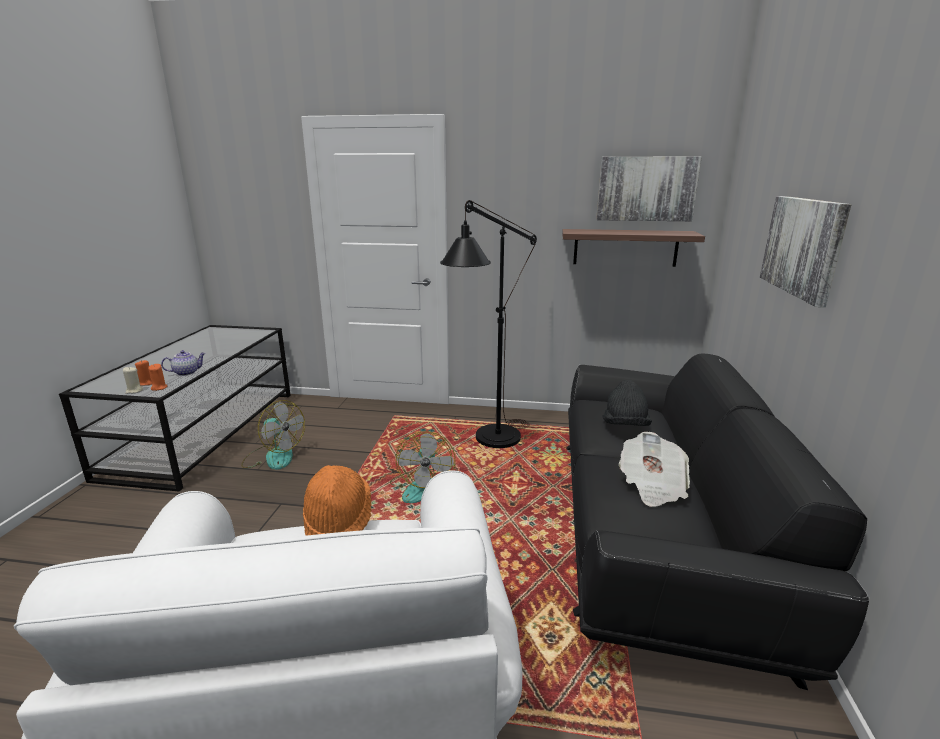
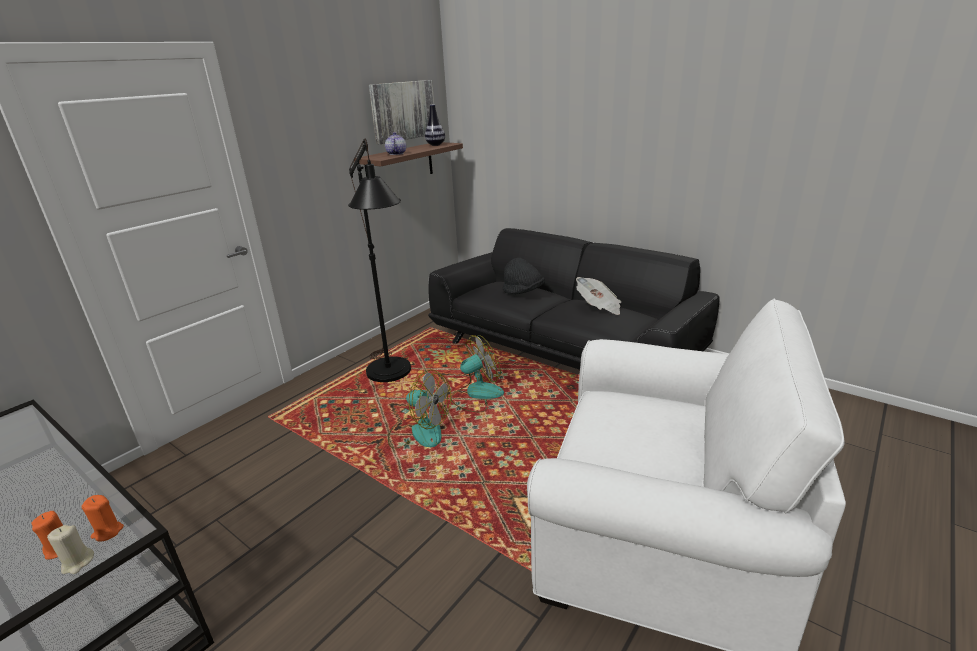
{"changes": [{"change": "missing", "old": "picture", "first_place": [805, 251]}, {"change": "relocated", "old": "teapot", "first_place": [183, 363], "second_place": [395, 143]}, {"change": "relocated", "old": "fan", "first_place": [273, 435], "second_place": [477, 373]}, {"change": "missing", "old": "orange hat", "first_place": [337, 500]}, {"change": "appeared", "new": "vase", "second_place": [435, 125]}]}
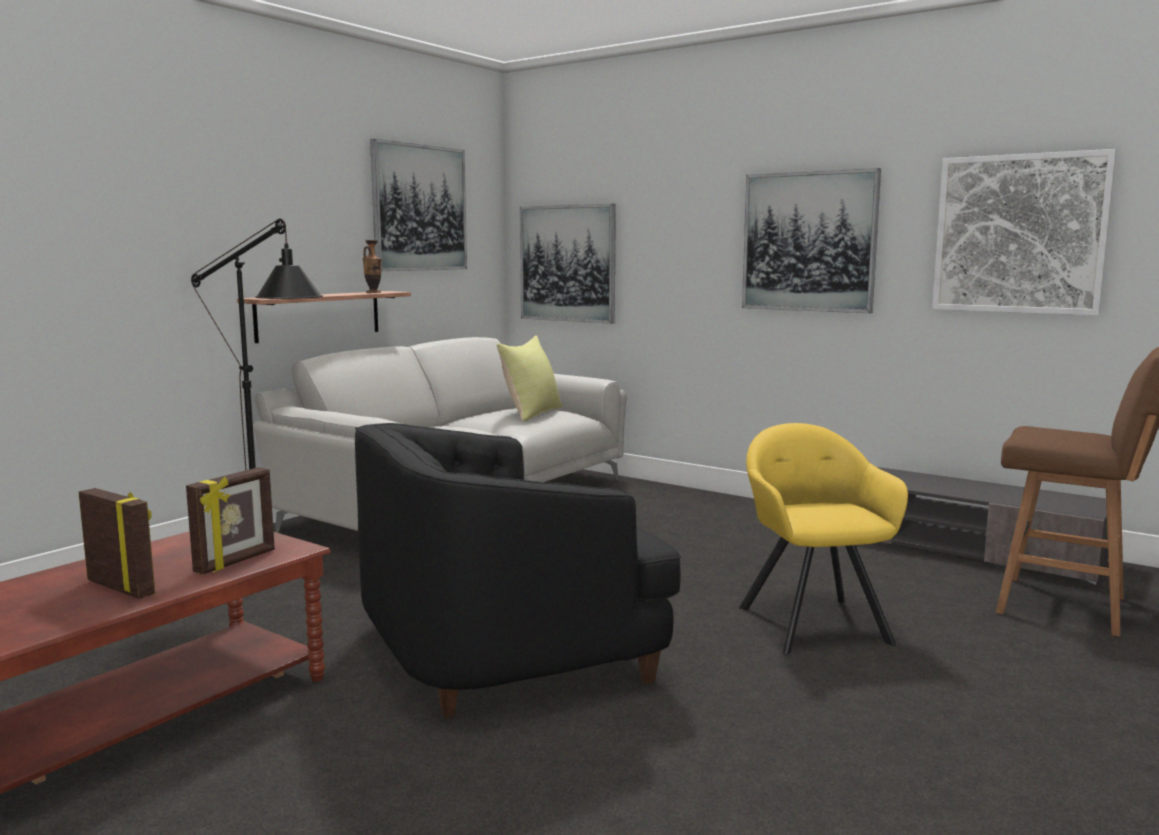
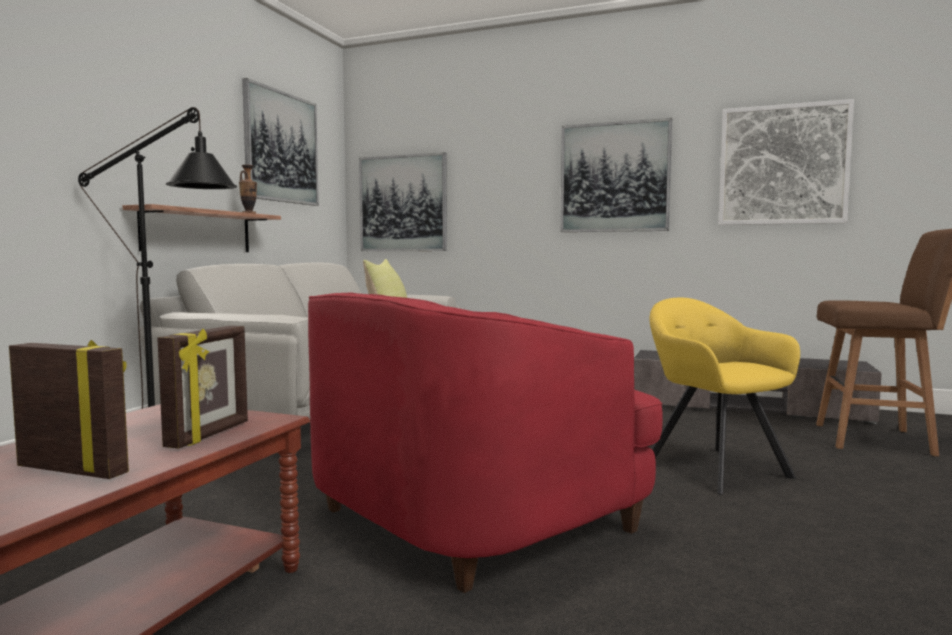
{"changes": [{"change": "colour", "old": "black armchair", "new": "red armchair", "first_place": [518, 571], "second_place": [485, 442]}]}
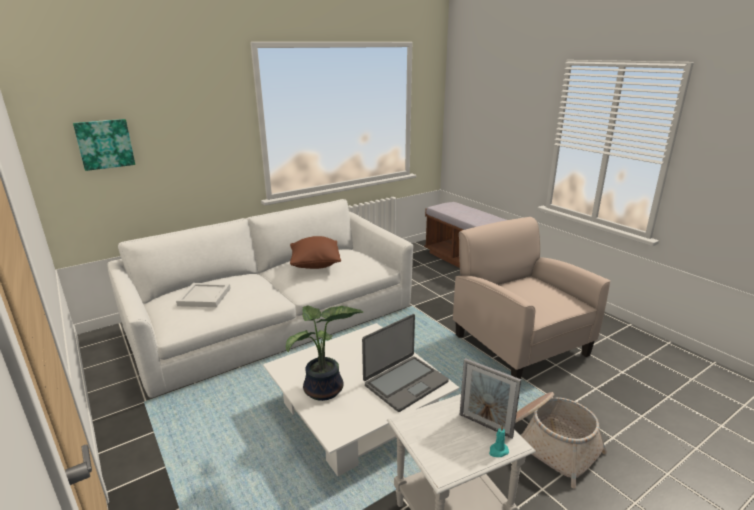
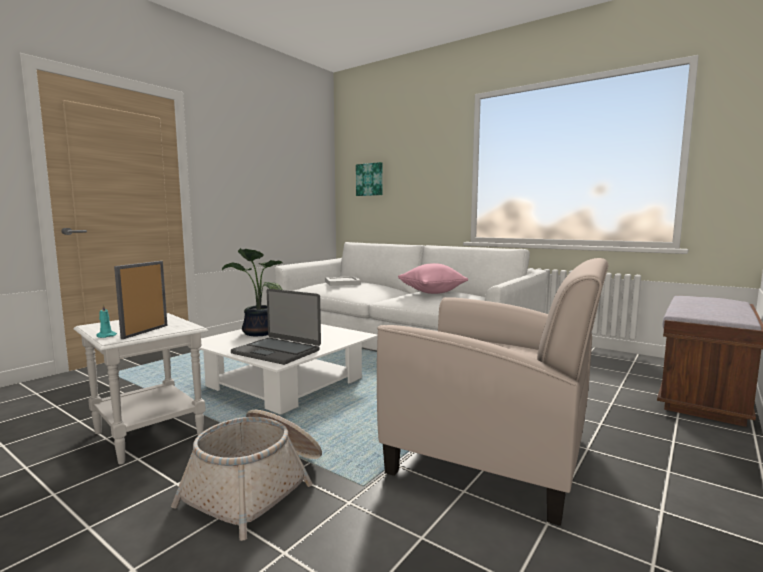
{"changes": [{"change": "spun", "old": "beige armchair", "first_place": [532, 298], "second_place": [492, 392], "degrees": 75}, {"change": "colour", "old": "brown pillow", "new": "pink pillow", "first_place": [315, 252], "second_place": [433, 278]}]}
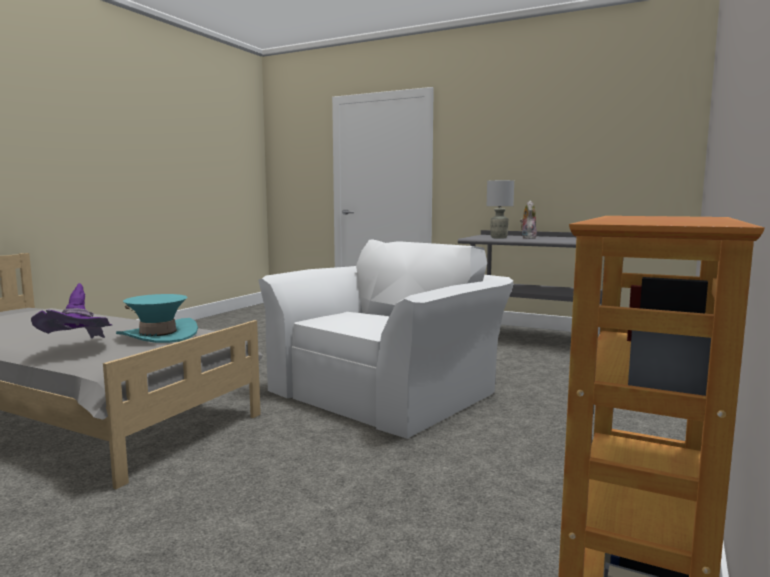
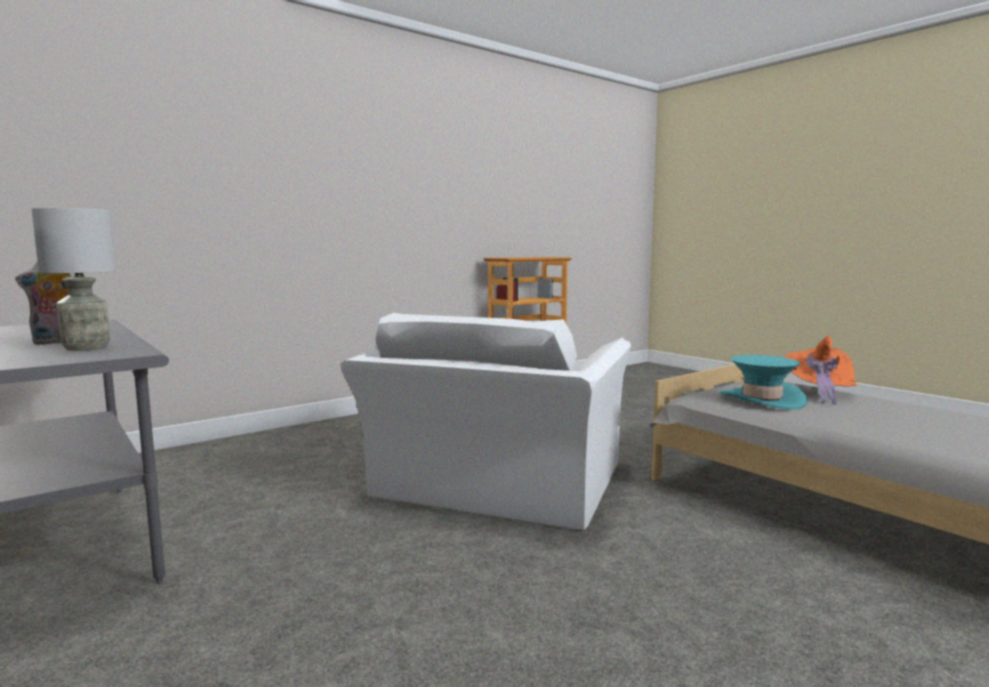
{"changes": [{"change": "spun", "old": "white armchair", "first_place": [385, 339], "second_place": [485, 421], "degrees": -45}, {"change": "colour", "old": "purple hat", "new": "orange hat", "first_place": [71, 310], "second_place": [821, 370]}]}
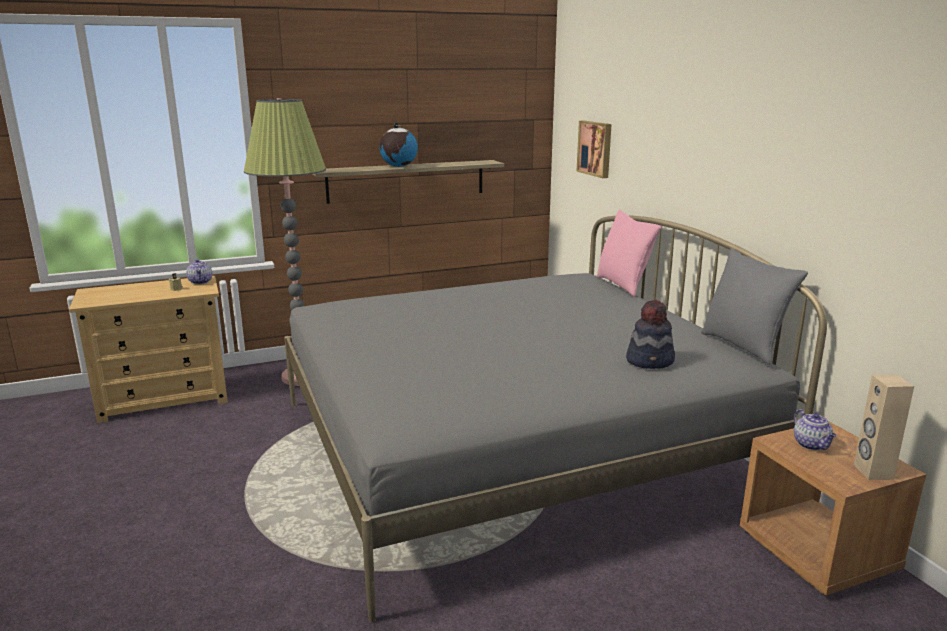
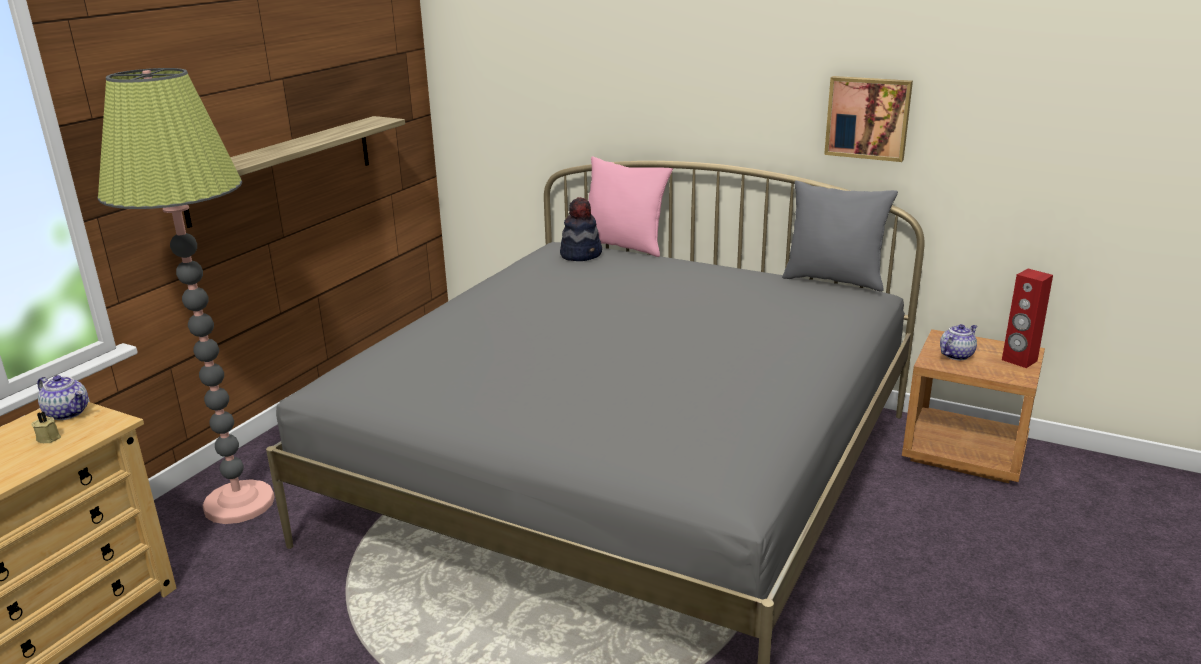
{"changes": [{"change": "relocated", "old": "picture", "first_place": [594, 149], "second_place": [868, 119]}, {"change": "missing", "old": "globe", "first_place": [398, 144]}, {"change": "relocated", "old": "hat", "first_place": [650, 334], "second_place": [581, 229]}, {"change": "colour", "old": "beige speaker", "new": "red speaker", "first_place": [884, 427], "second_place": [1027, 318]}, {"change": "spun", "old": "teapot", "first_place": [815, 429], "second_place": [958, 342], "degrees": -75}]}
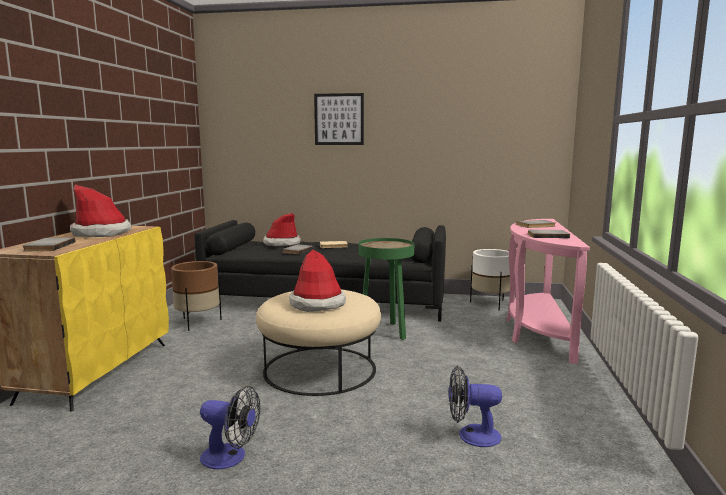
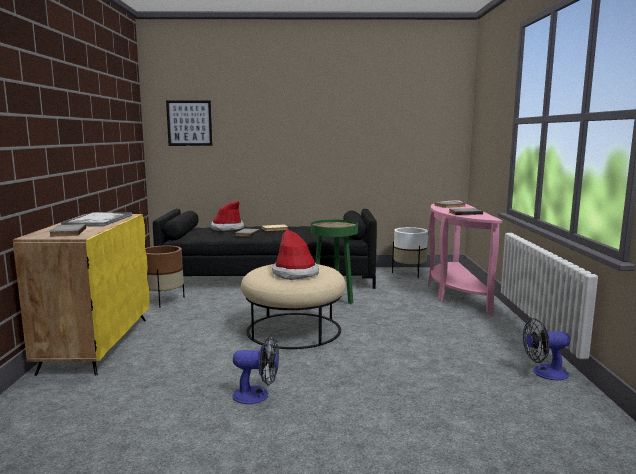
{"changes": [{"change": "relocated", "old": "picture", "first_place": [339, 119], "second_place": [189, 123]}, {"change": "exchanged", "old": "hat", "new": "tray", "first_place": [101, 211], "second_place": [96, 219]}, {"change": "relocated", "old": "fan", "first_place": [475, 406], "second_place": [546, 349]}]}
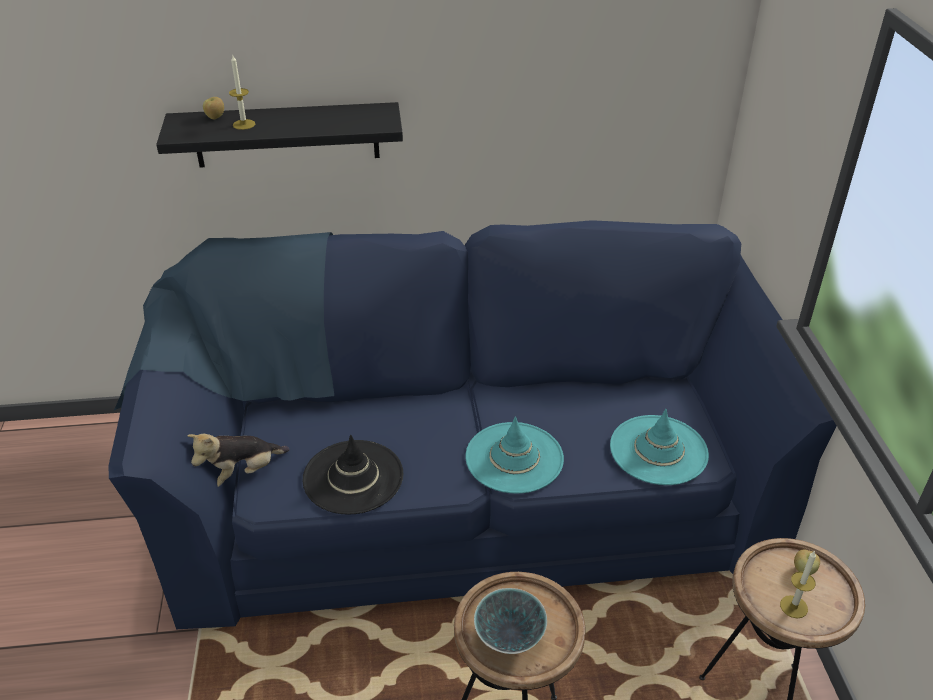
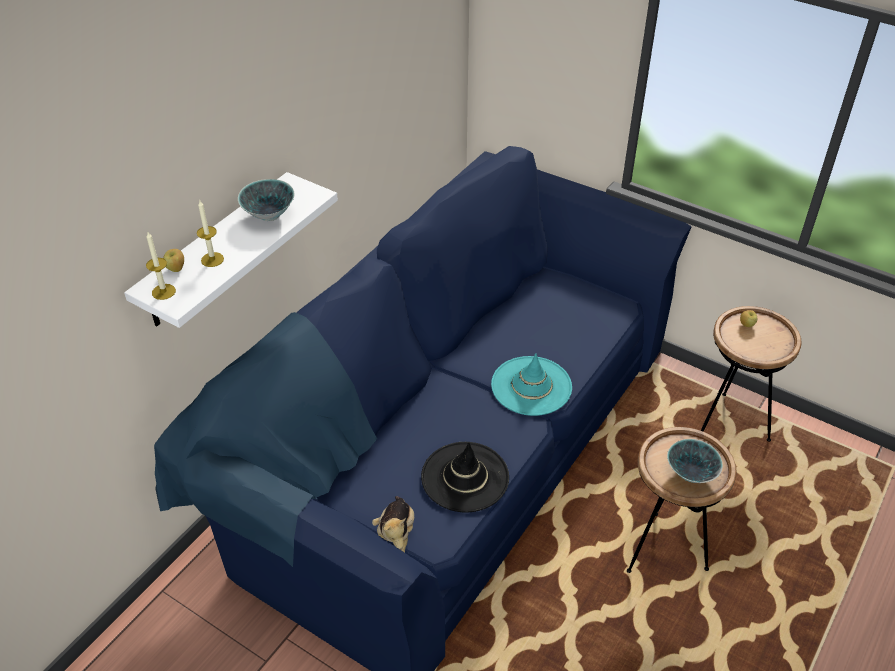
{"changes": [{"change": "colour", "old": "black shelf", "new": "white shelf", "first_place": [279, 135], "second_place": [231, 250]}, {"change": "missing", "old": "turquoise hat", "first_place": [659, 447]}, {"change": "relocated", "old": "candle", "first_place": [798, 584], "second_place": [161, 266]}, {"change": "appeared", "new": "bowl", "second_place": [266, 200]}]}
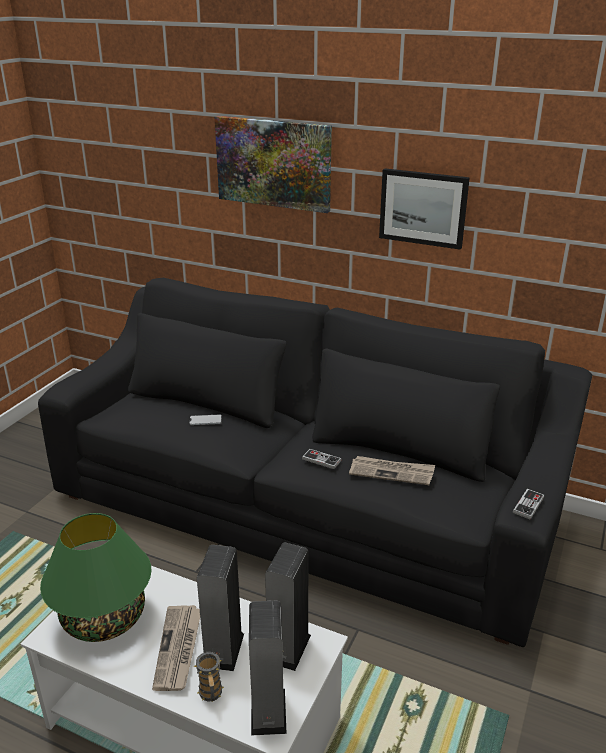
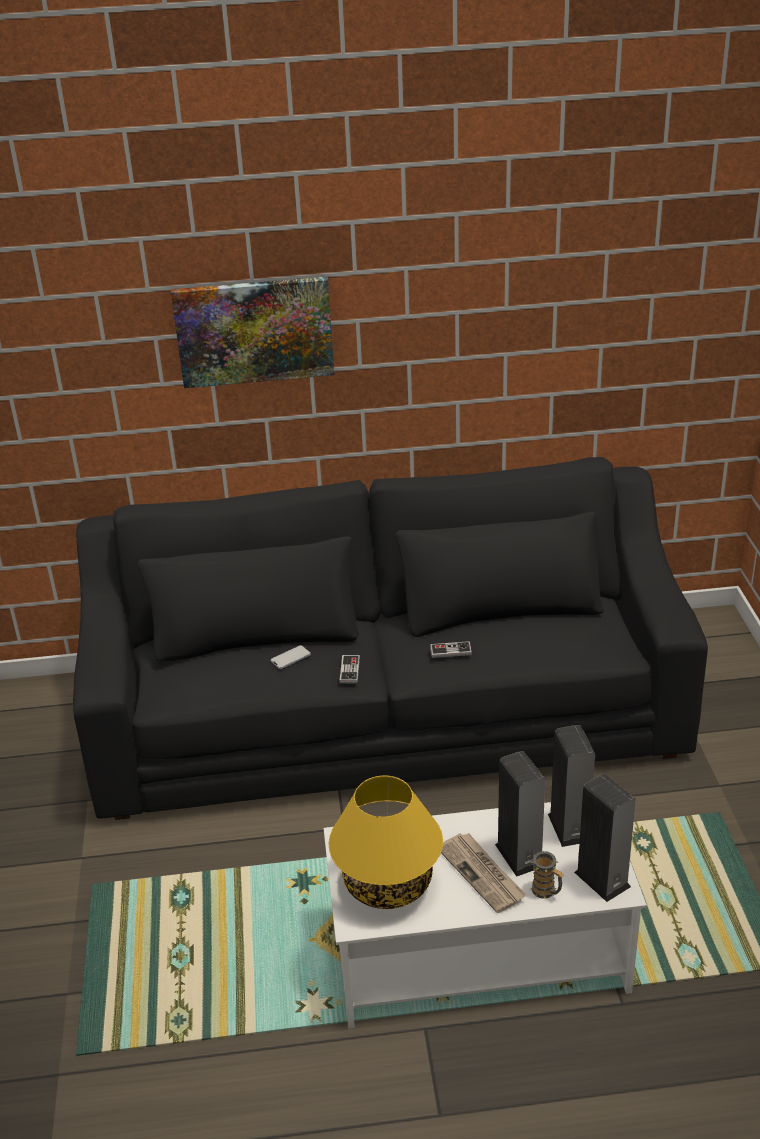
{"changes": [{"change": "missing", "old": "picture", "first_place": [424, 209]}, {"change": "missing", "old": "newspaper", "first_place": [392, 470]}, {"change": "relocated", "old": "game controller", "first_place": [529, 504], "second_place": [349, 669]}, {"change": "colour", "old": "green table lamp", "new": "yellow table lamp", "first_place": [96, 577], "second_place": [386, 842]}]}
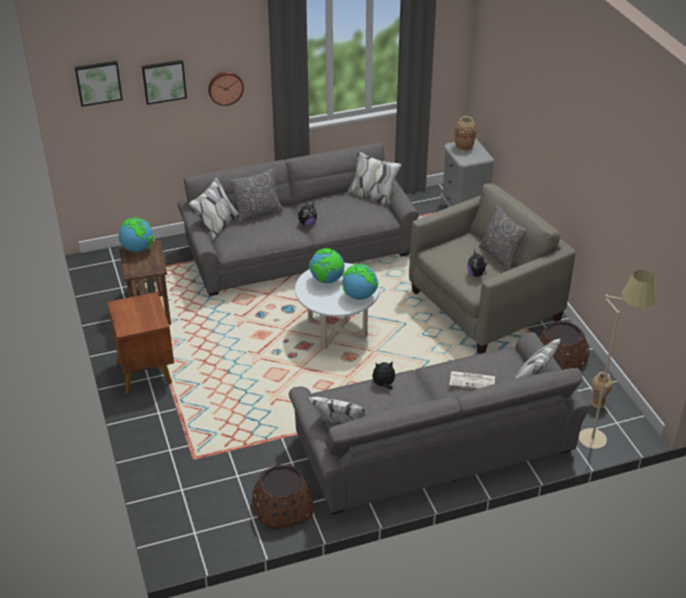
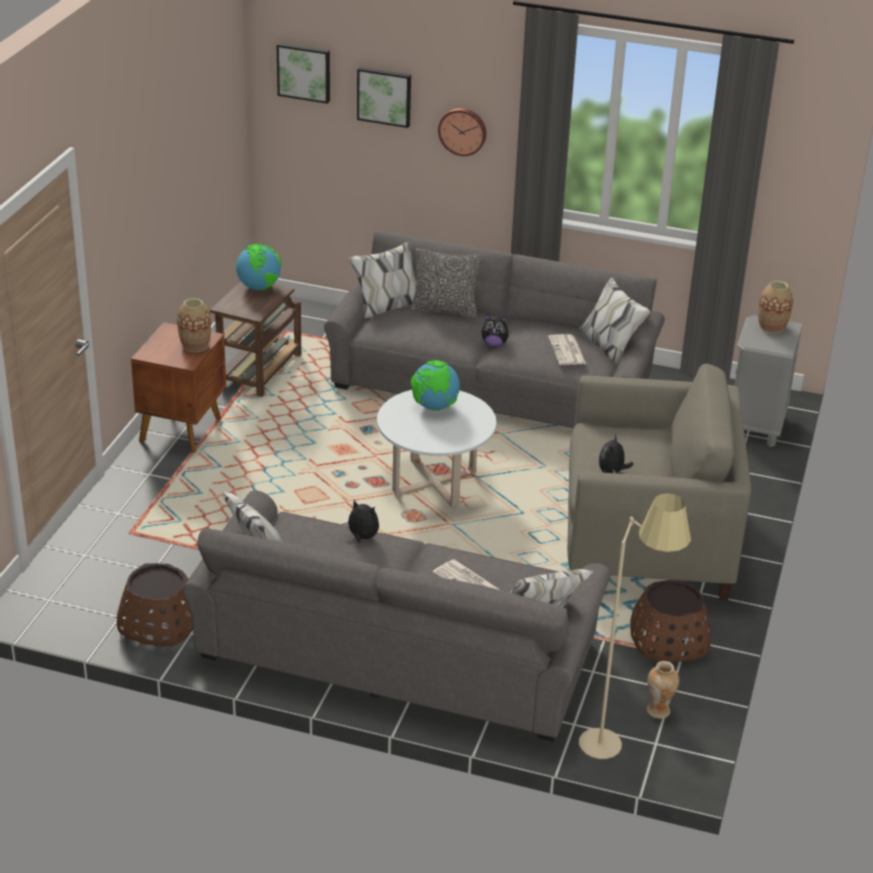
{"changes": [{"change": "missing", "old": "pillow", "first_place": [503, 238]}, {"change": "missing", "old": "globe", "first_place": [360, 282]}, {"change": "appeared", "new": "vase", "second_place": [194, 325]}, {"change": "appeared", "new": "newspaper", "second_place": [567, 349]}]}
